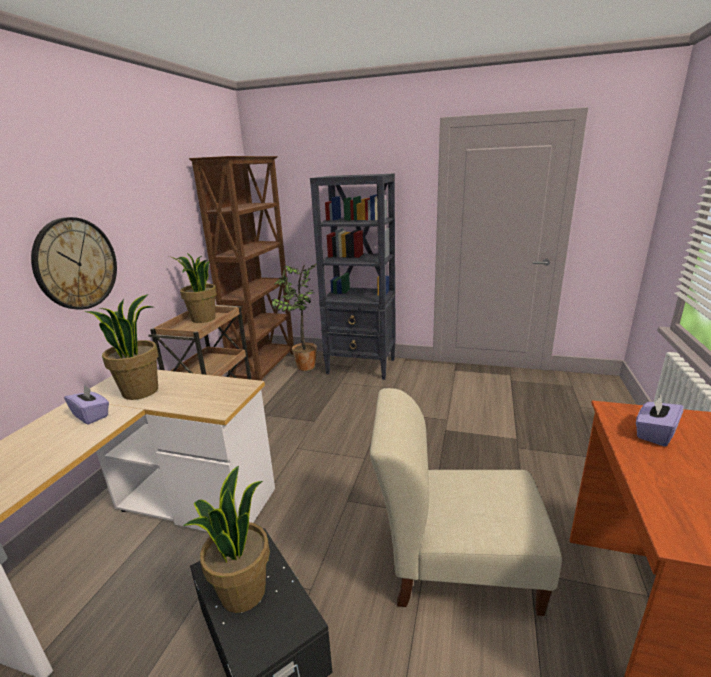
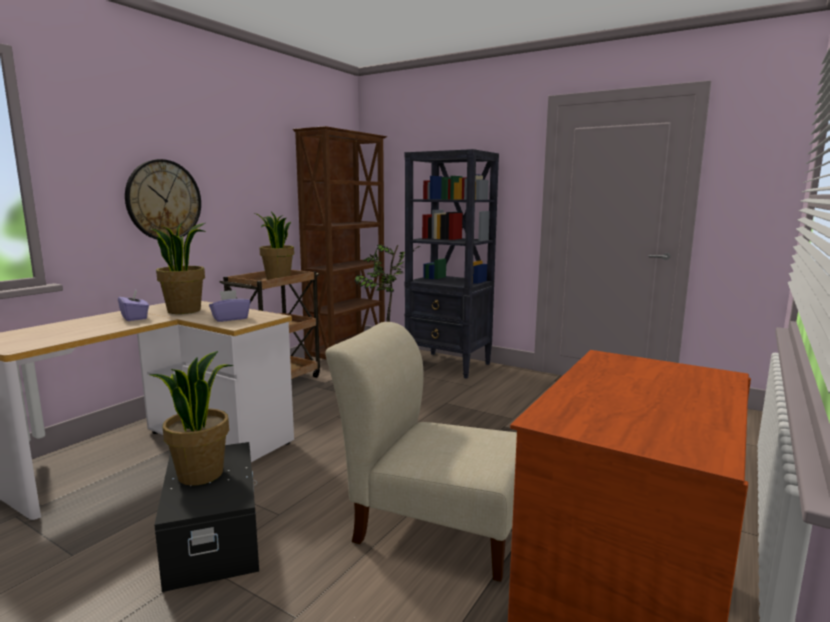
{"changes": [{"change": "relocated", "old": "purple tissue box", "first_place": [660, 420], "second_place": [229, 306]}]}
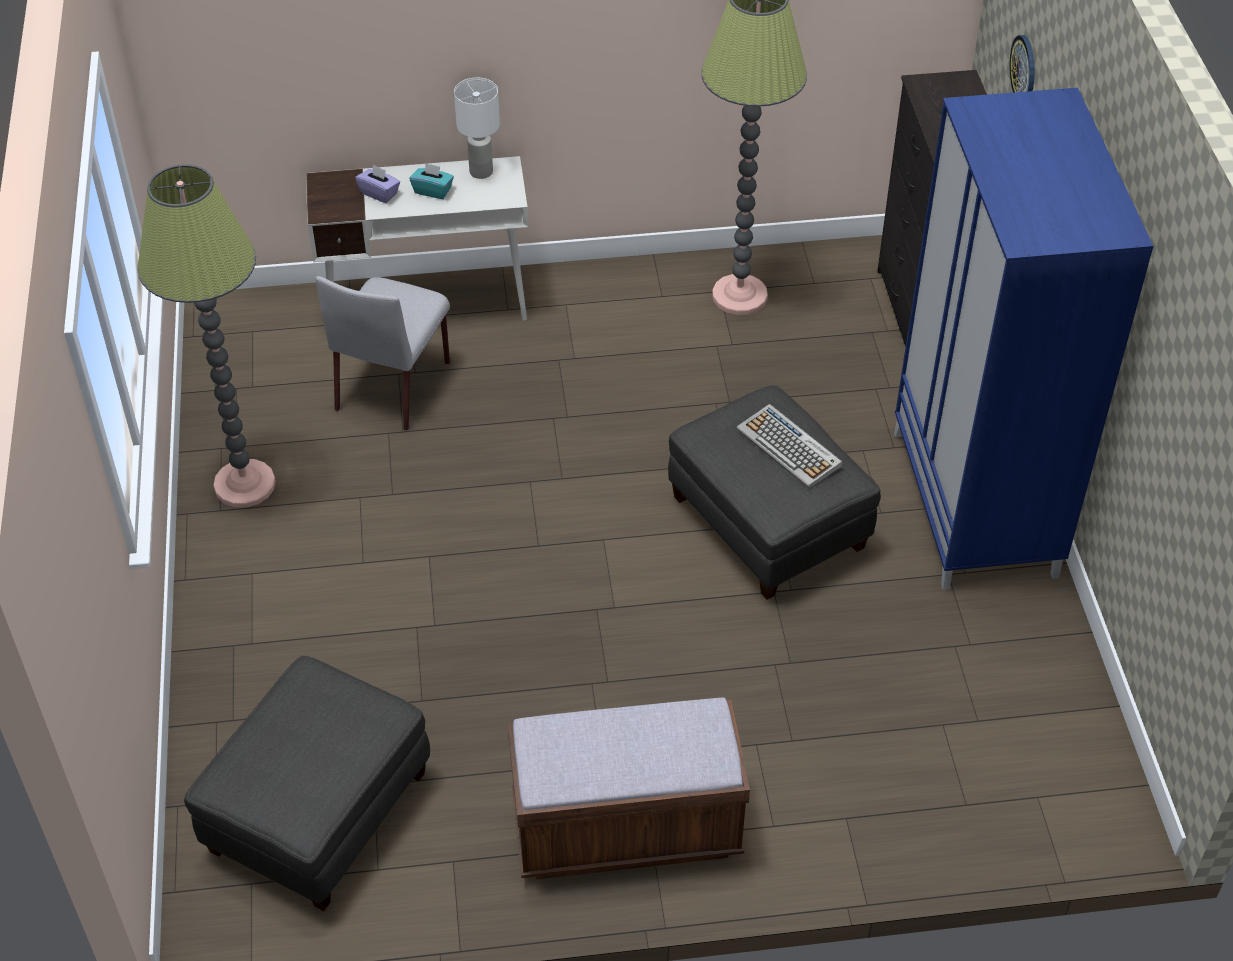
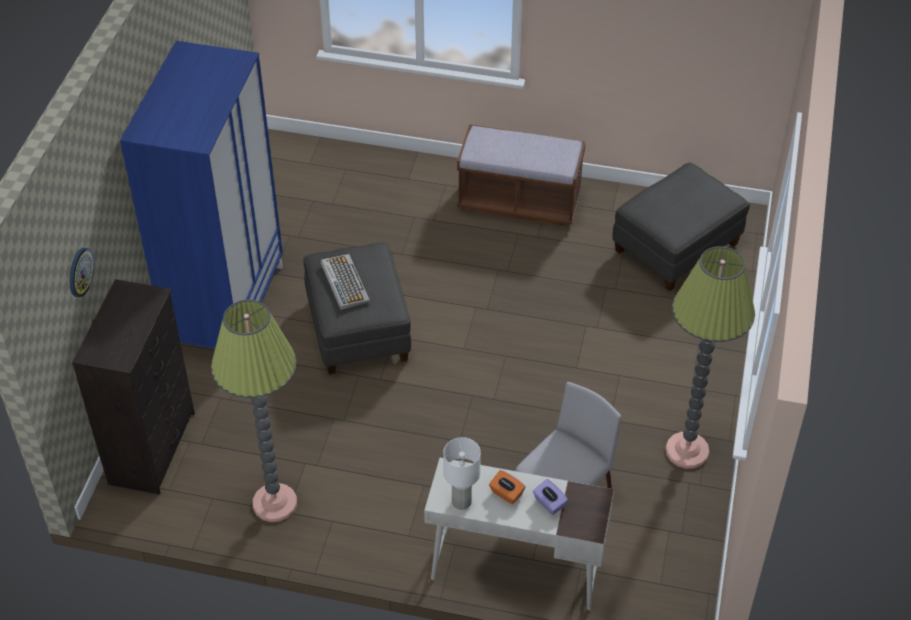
{"changes": [{"change": "colour", "old": "turquoise tissue box", "new": "orange tissue box", "first_place": [431, 181], "second_place": [507, 487]}]}
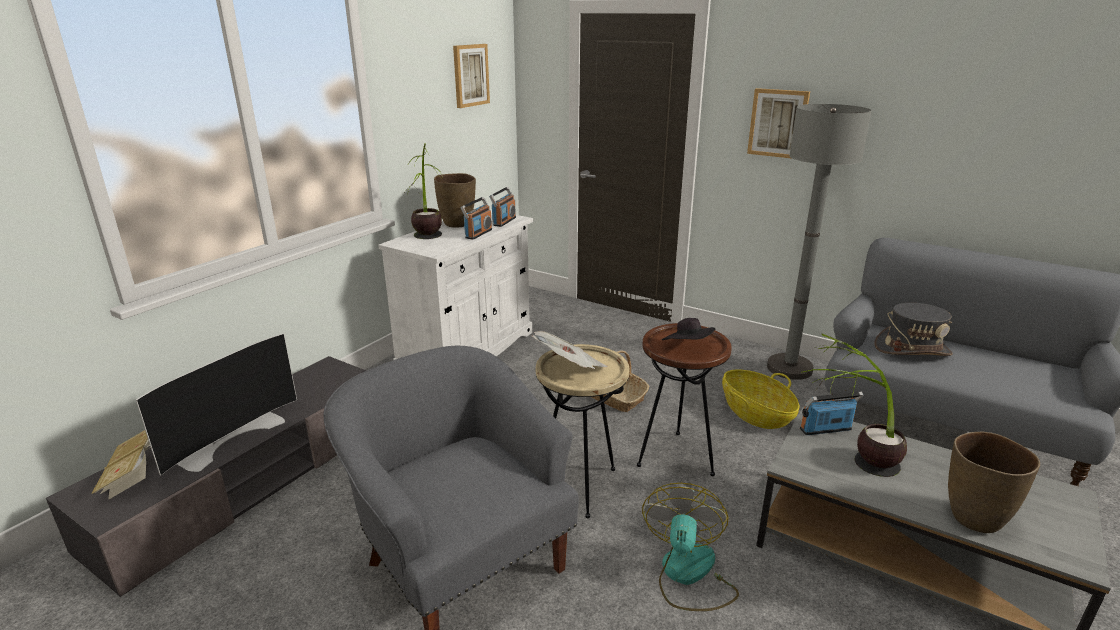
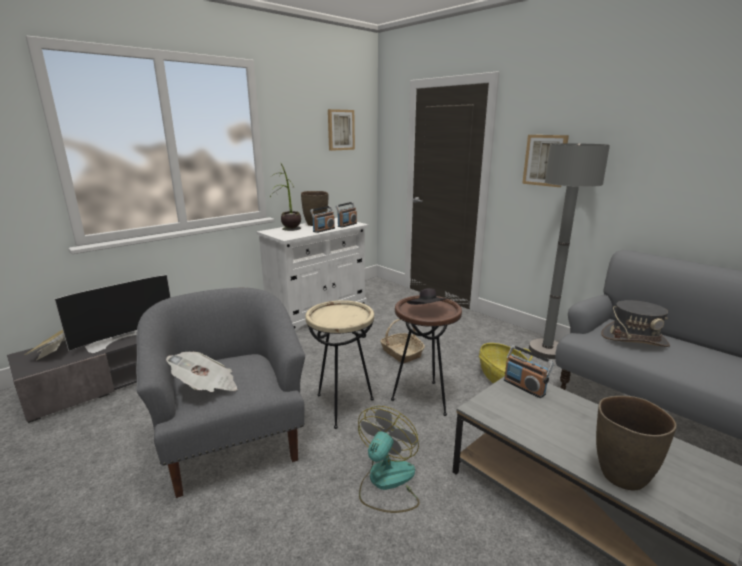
{"changes": [{"change": "relocated", "old": "newspaper", "first_place": [570, 350], "second_place": [201, 372]}, {"change": "missing", "old": "potted plant", "first_place": [854, 405]}, {"change": "spun", "old": "radio", "first_place": [832, 413], "second_place": [529, 371], "degrees": -135}]}
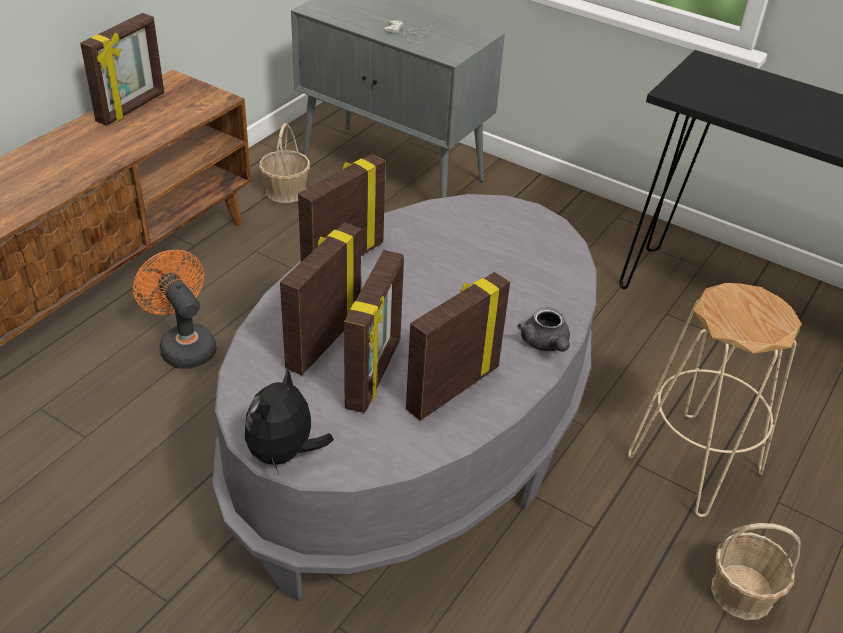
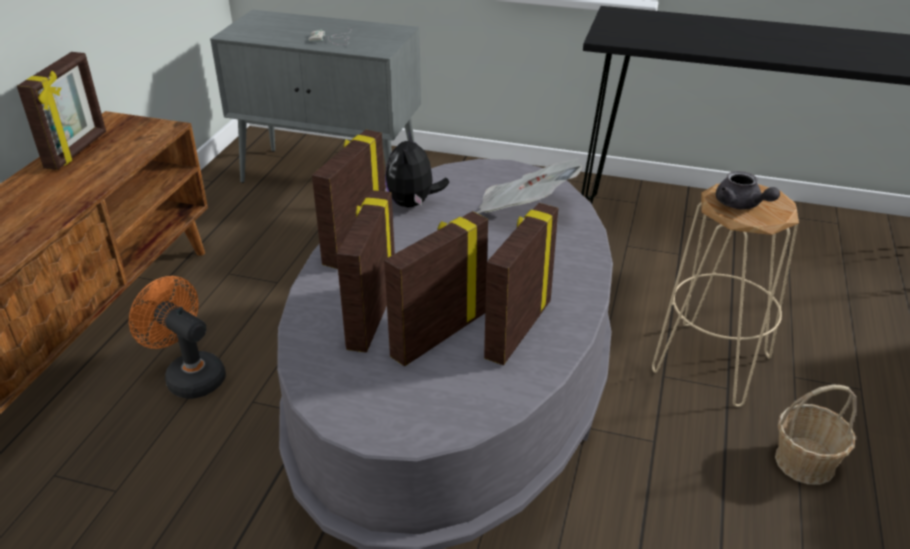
{"changes": [{"change": "missing", "old": "basket", "first_place": [284, 163]}, {"change": "spun", "old": "picture frame", "first_place": [374, 331], "second_place": [436, 288], "degrees": -135}, {"change": "relocated", "old": "grey teapot", "first_place": [543, 329], "second_place": [748, 190]}, {"change": "relocated", "old": "plush toy", "first_place": [289, 420], "second_place": [417, 168]}, {"change": "appeared", "new": "newspaper", "second_place": [529, 186]}]}
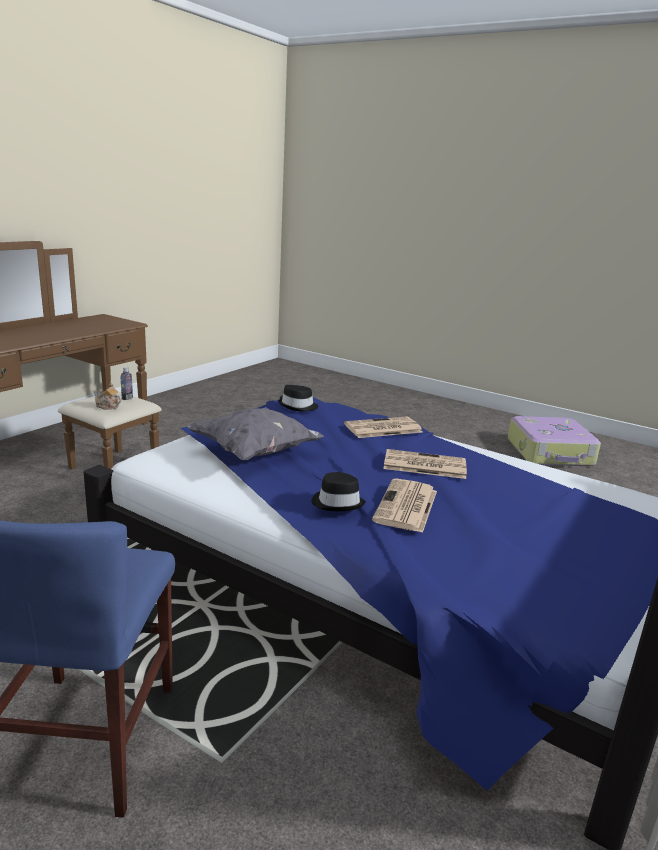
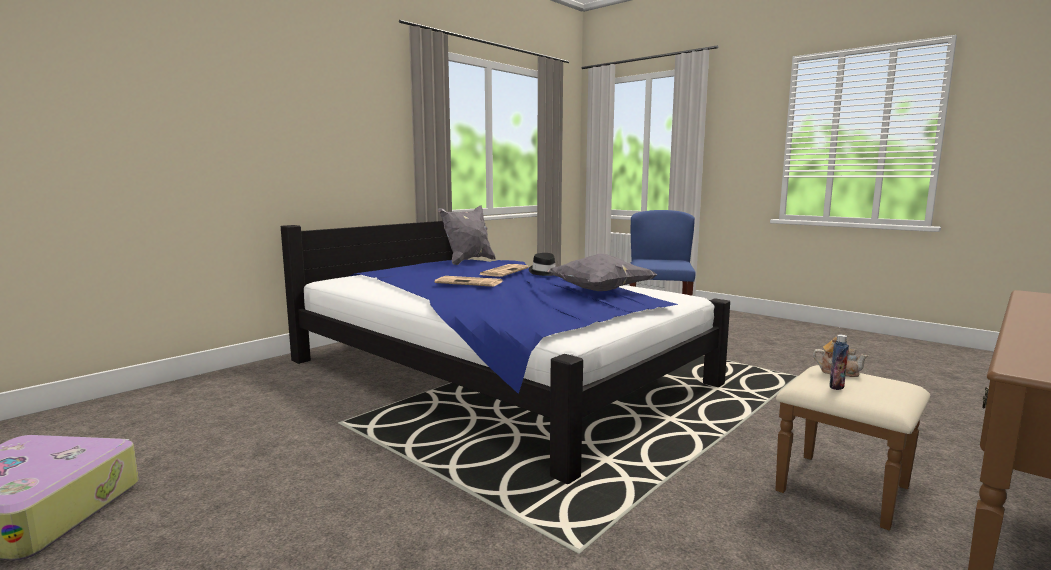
{"changes": [{"change": "missing", "old": "black hat", "first_place": [298, 398]}, {"change": "missing", "old": "newspaper", "first_place": [383, 427]}, {"change": "appeared", "new": "grey pillow", "second_place": [467, 235]}]}
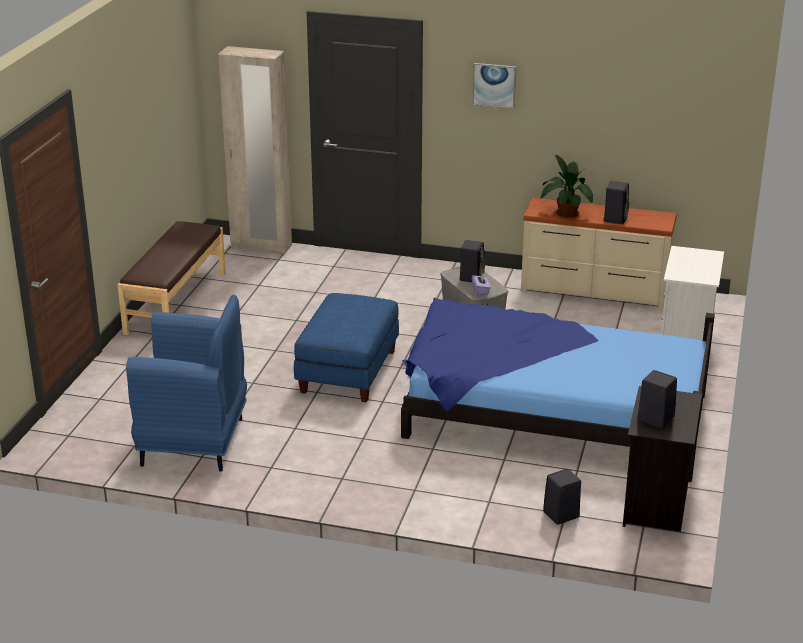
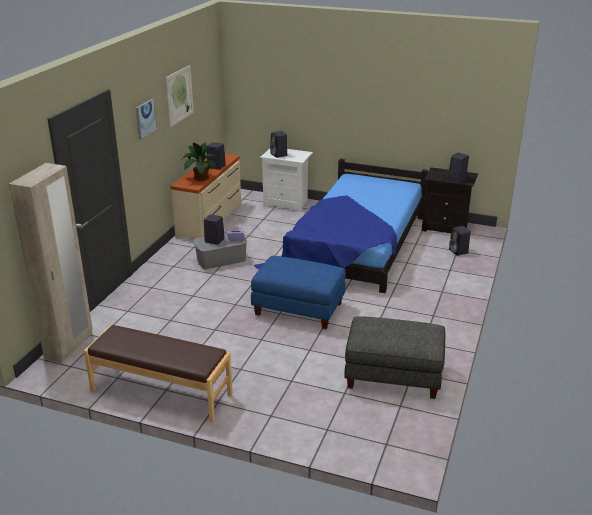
{"changes": [{"change": "exchanged", "old": "blue armchair", "new": "grey ottoman", "first_place": [186, 383], "second_place": [394, 357]}, {"change": "appeared", "new": "picture", "second_place": [180, 96]}, {"change": "appeared", "new": "black speaker", "second_place": [278, 144]}]}
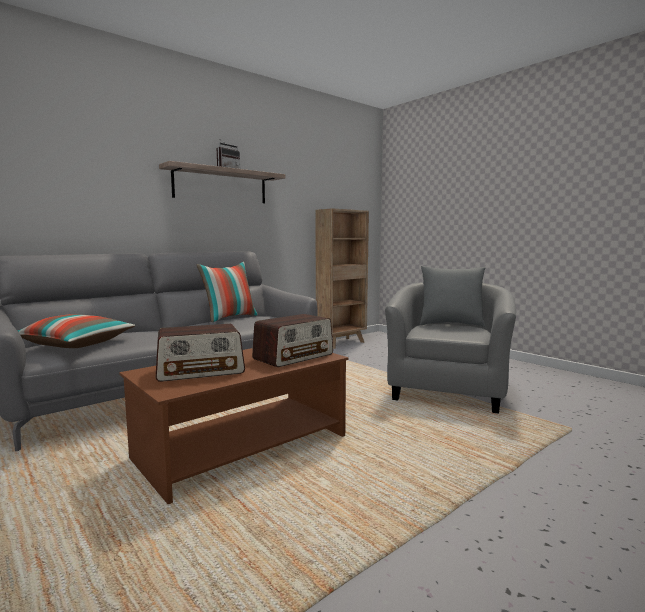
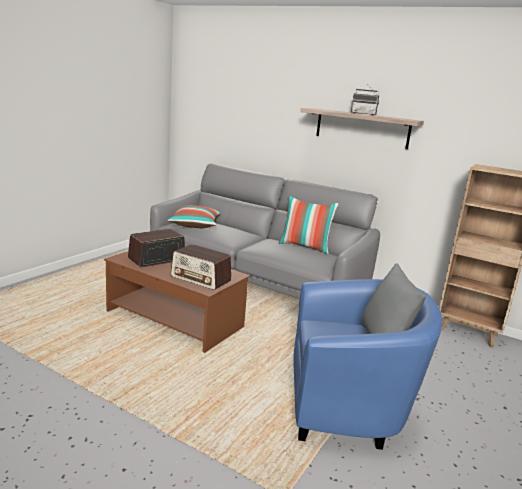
{"changes": [{"change": "colour", "old": "grey armchair", "new": "blue armchair", "first_place": [450, 348], "second_place": [367, 364]}, {"change": "spun", "old": "radio", "first_place": [200, 353], "second_place": [156, 248], "degrees": 90}]}
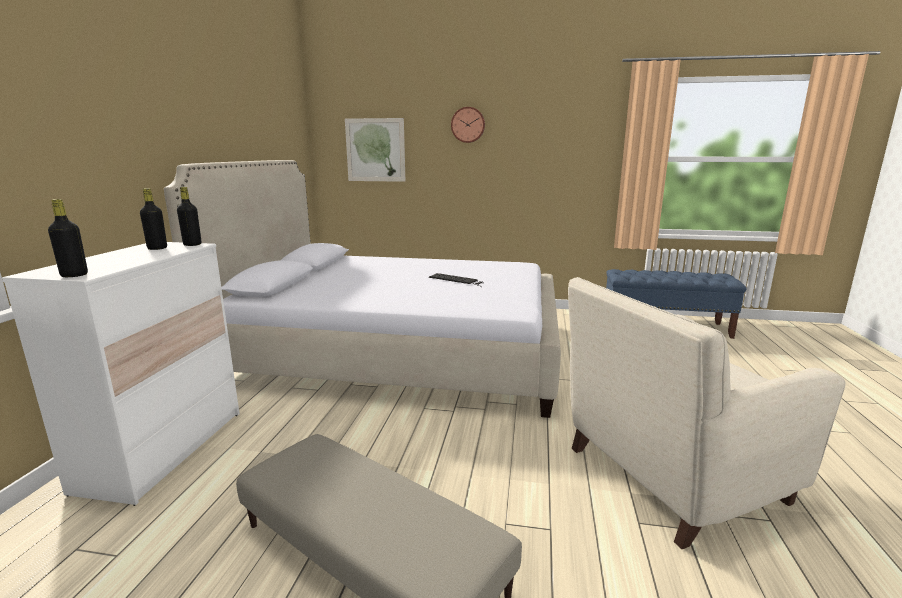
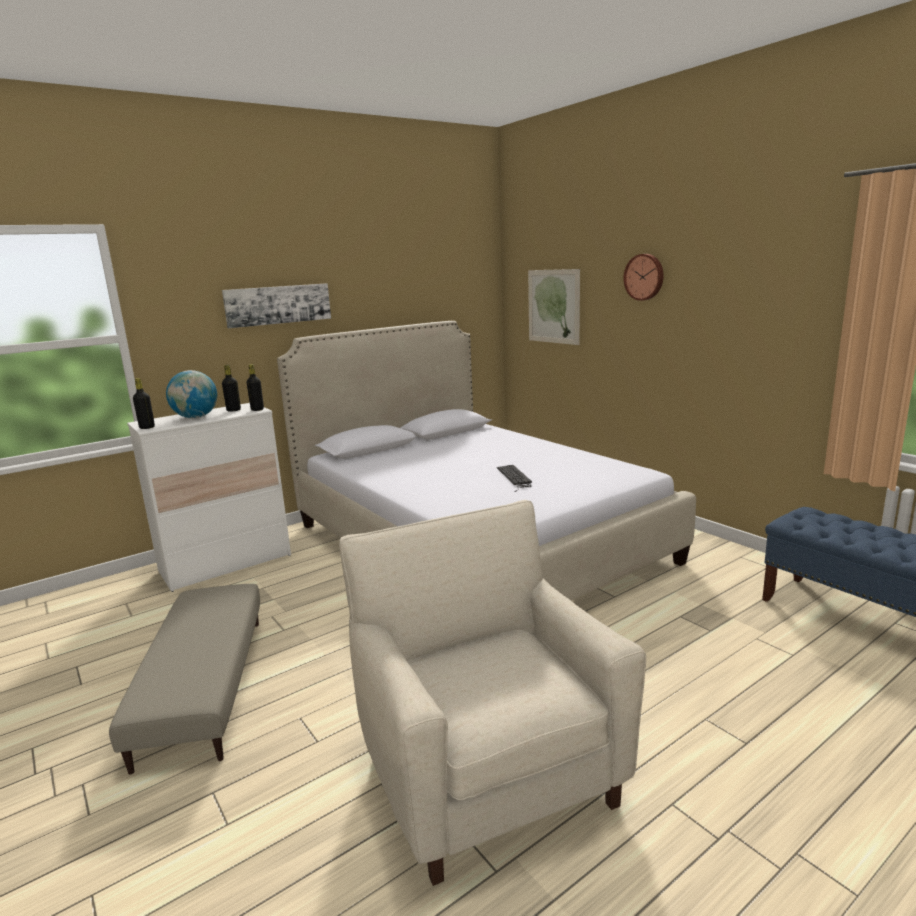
{"changes": [{"change": "spun", "old": "beige armchair", "first_place": [707, 413], "second_place": [492, 693], "degrees": 45}, {"change": "appeared", "new": "picture", "second_place": [276, 305]}, {"change": "appeared", "new": "globe", "second_place": [191, 394]}]}
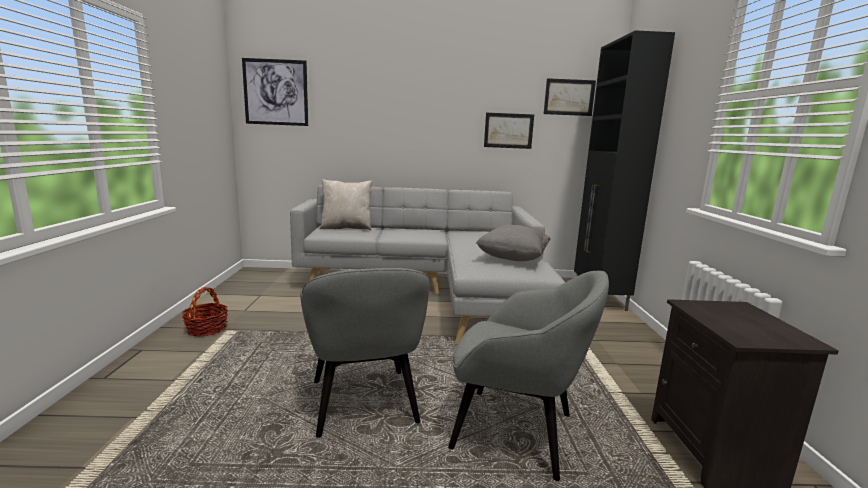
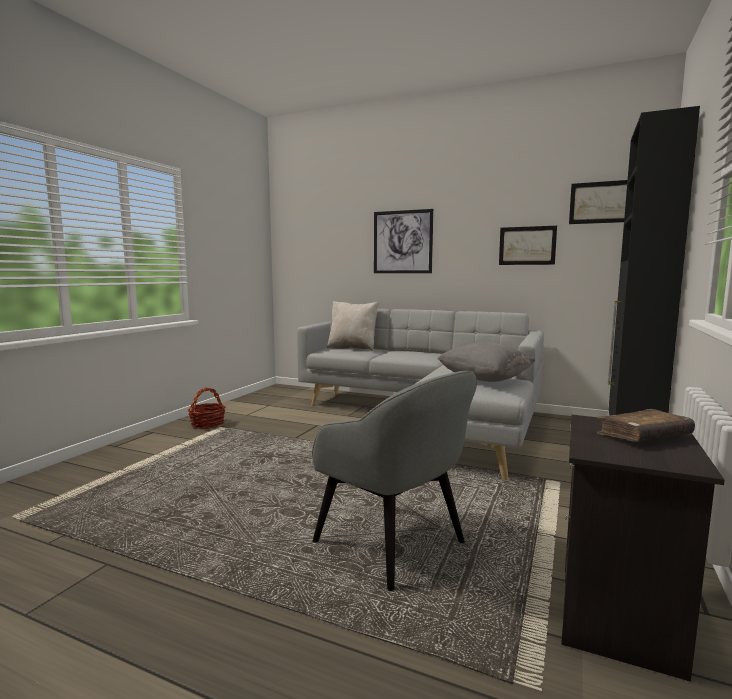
{"changes": [{"change": "relocated", "old": "picture", "first_place": [275, 92], "second_place": [403, 241]}, {"change": "missing", "old": "grey armchair", "first_place": [364, 353]}, {"change": "appeared", "new": "brown book", "second_place": [646, 425]}]}
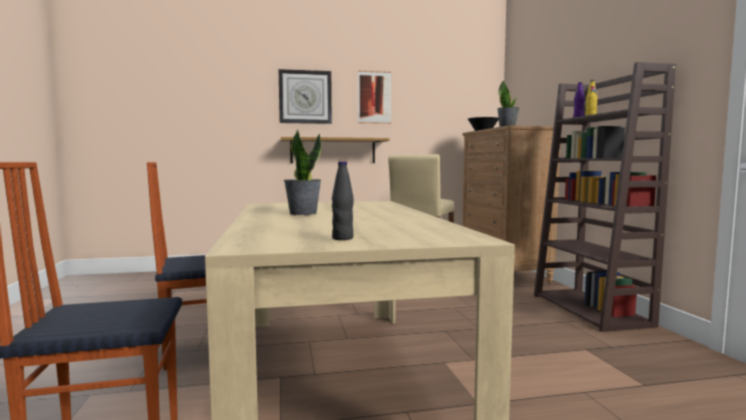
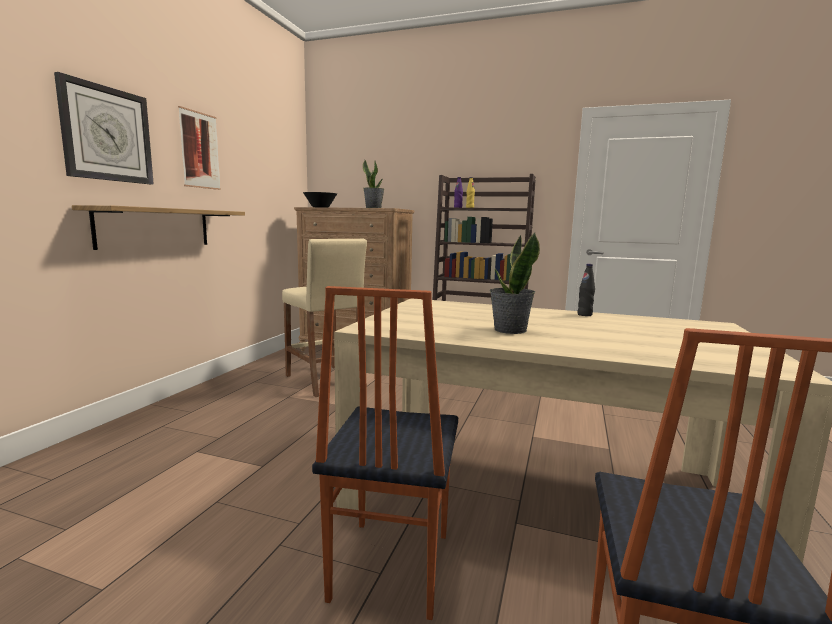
{"changes": [{"change": "relocated", "old": "black bottle", "first_place": [343, 200], "second_place": [586, 290]}]}
